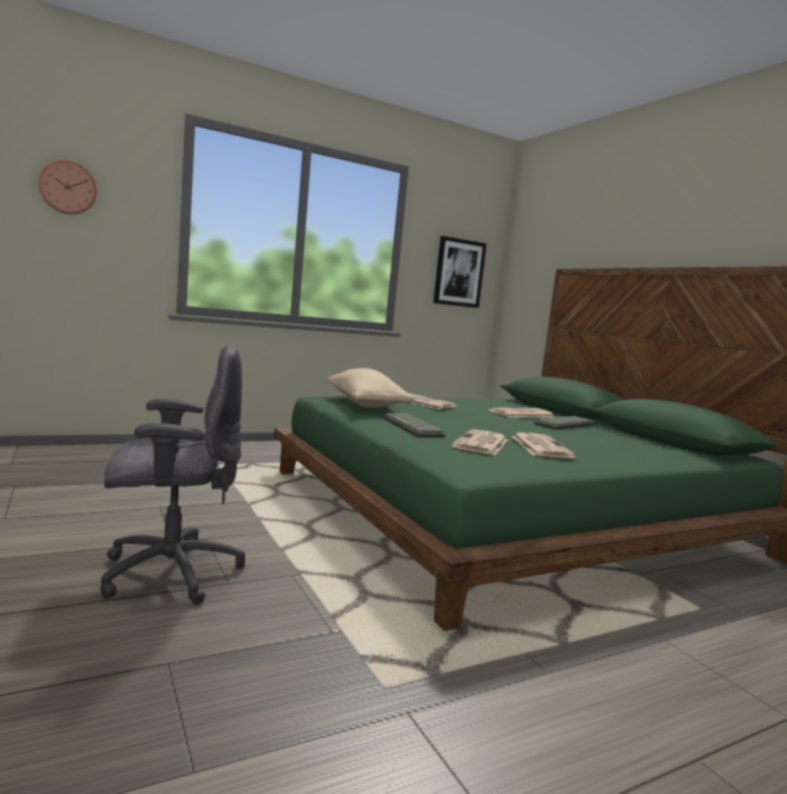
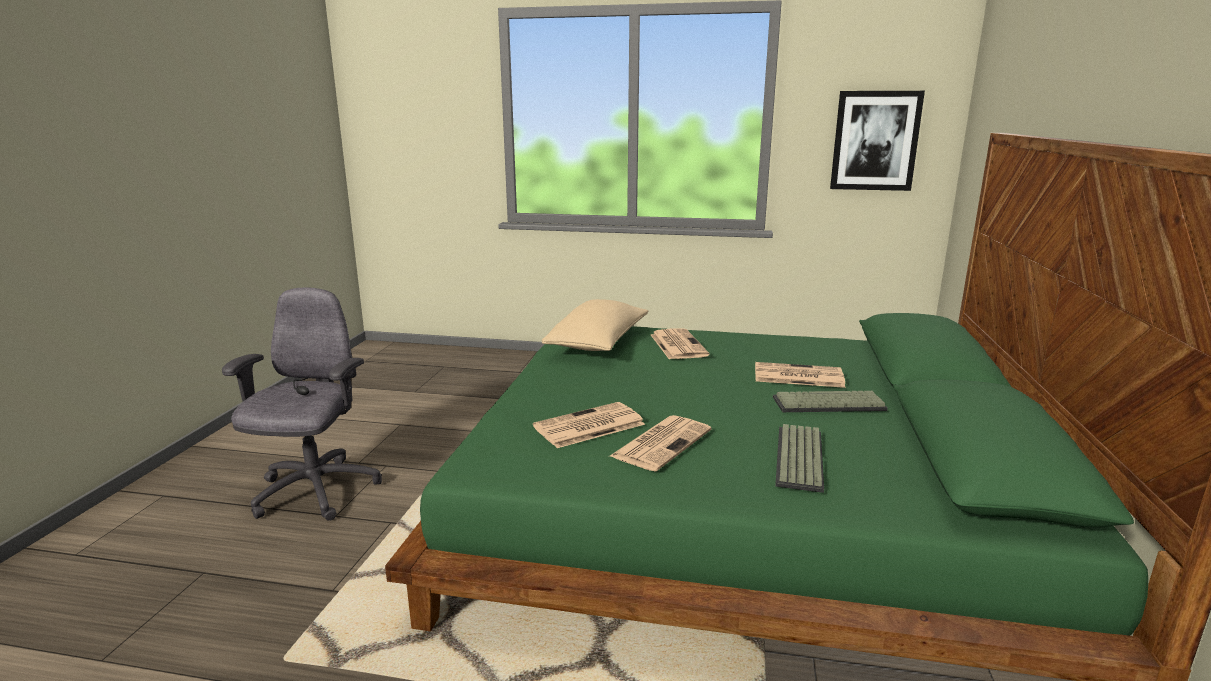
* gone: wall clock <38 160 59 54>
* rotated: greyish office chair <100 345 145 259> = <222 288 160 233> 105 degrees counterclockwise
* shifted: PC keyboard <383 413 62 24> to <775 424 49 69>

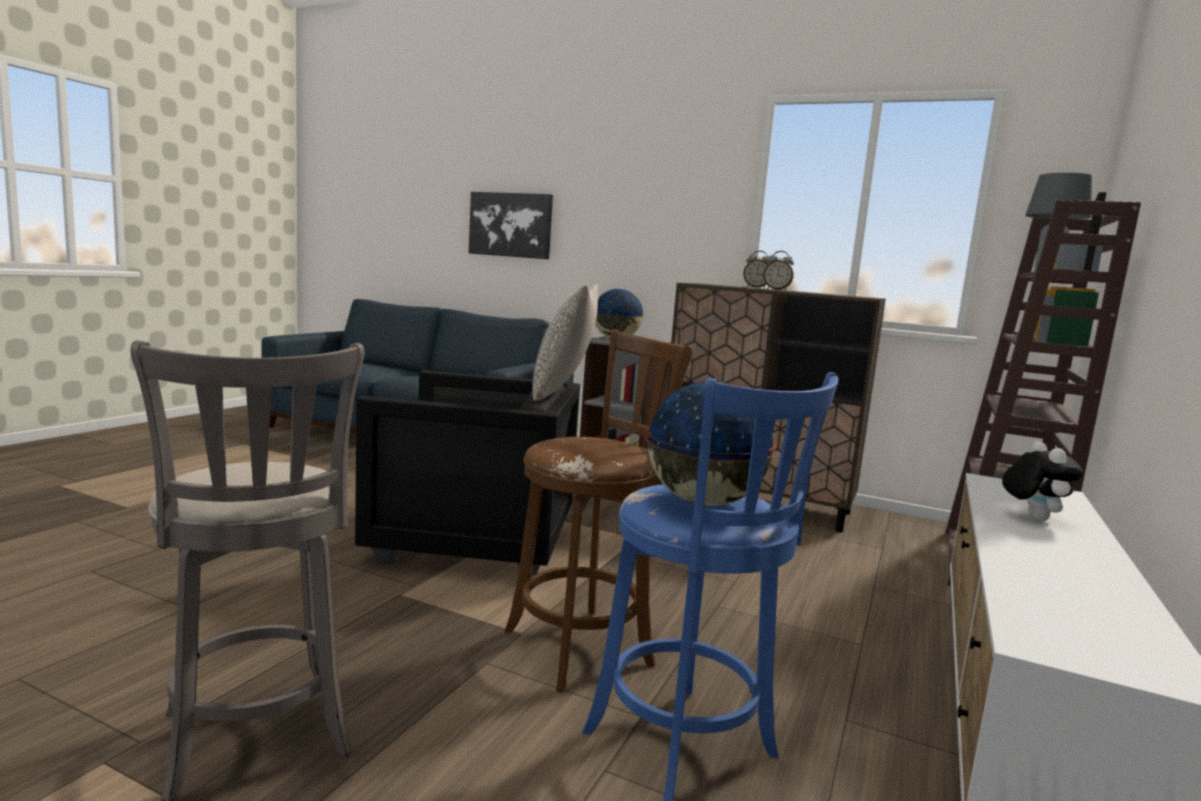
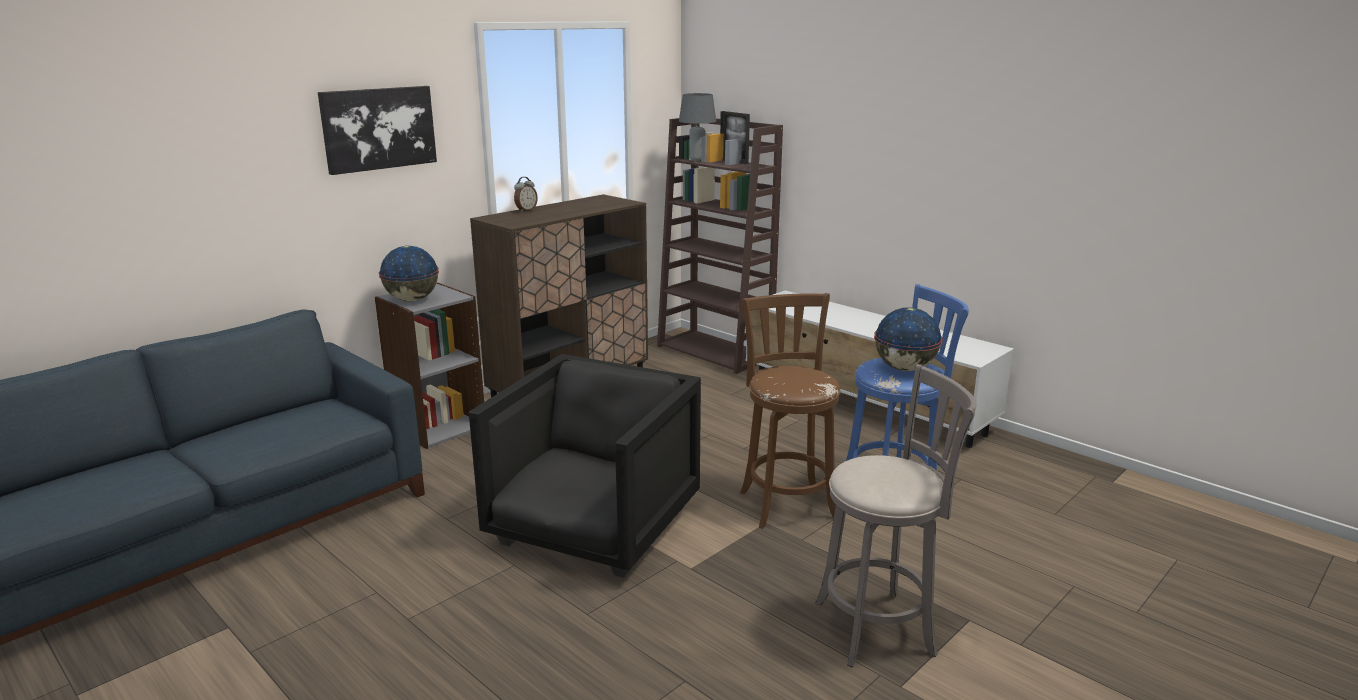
* shifted: picture <469 192 84 67> to <318 86 119 89>
* gone: greyish throw pillow <532 283 67 118>
* gone: alarm clock <763 251 31 40>
* gone: soft toy <1002 441 81 80>

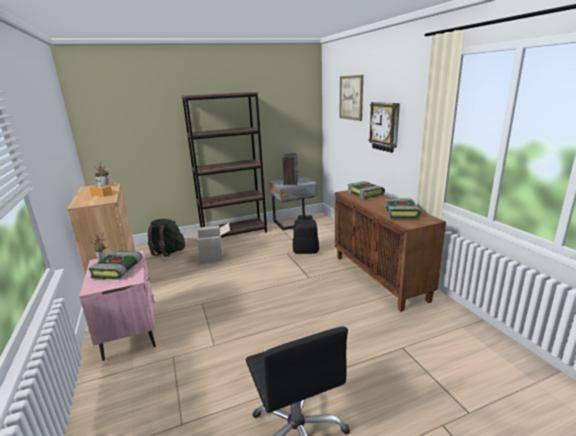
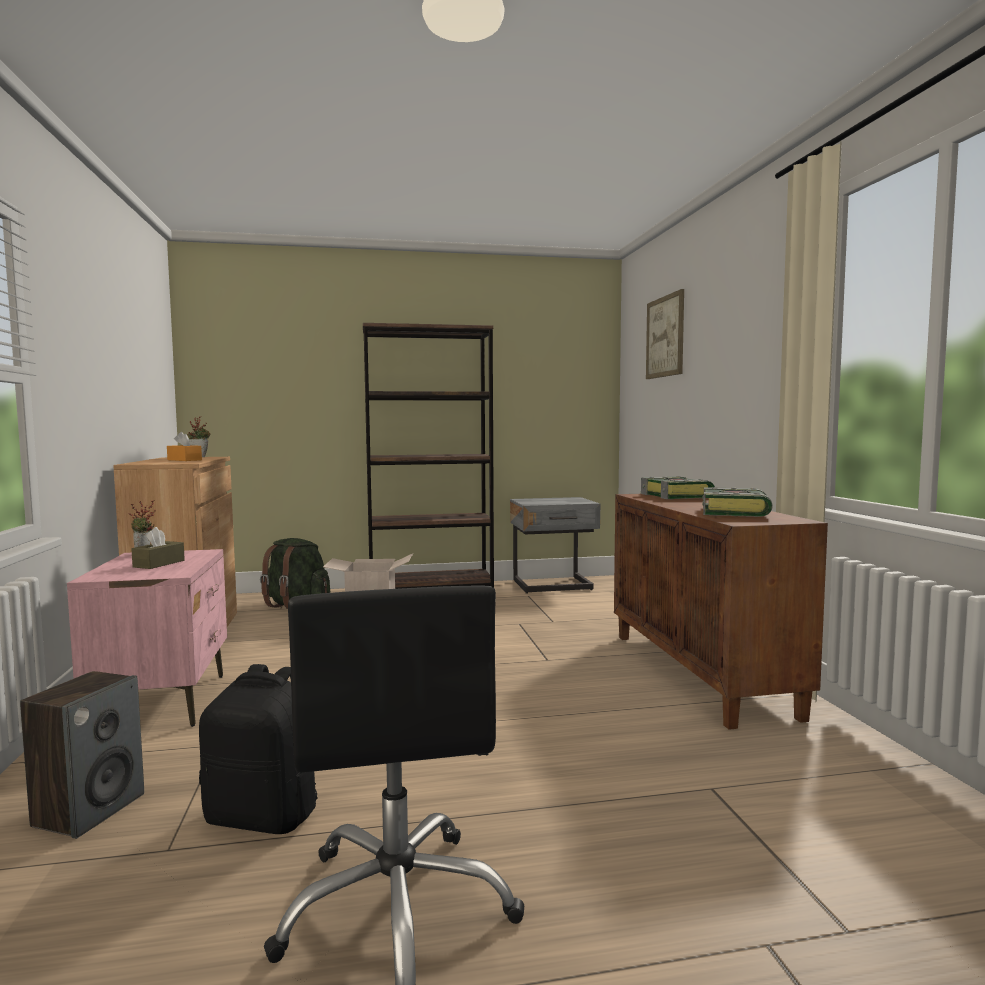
* swapped: bound book <89 251 54 29> to brown tissue holder <131 527 54 42>
* shifted: loudspeaker <282 153 16 32> to <20 671 124 168>
* shifted: blackish knapsack <293 215 26 39> to <199 664 119 170>
* gone: wall clock <369 102 31 51>

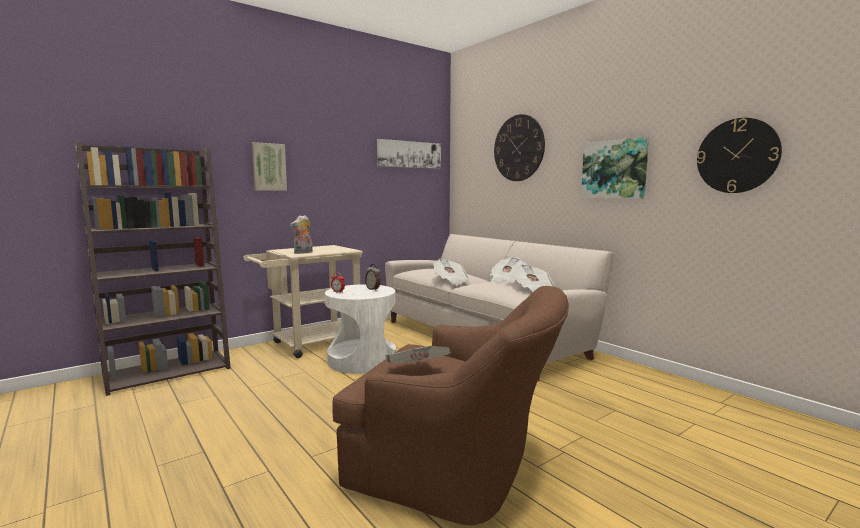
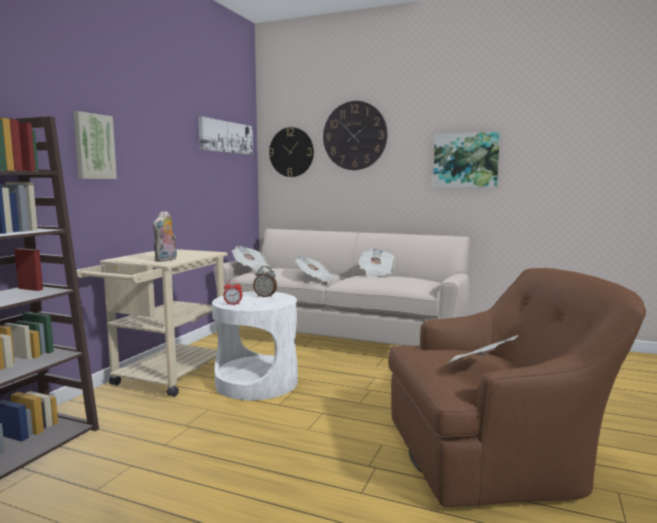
* shifted: daily paper <514 264 40 28> to <232 246 38 25>
* shifted: wall clock <697 118 85 75> to <269 127 45 50>

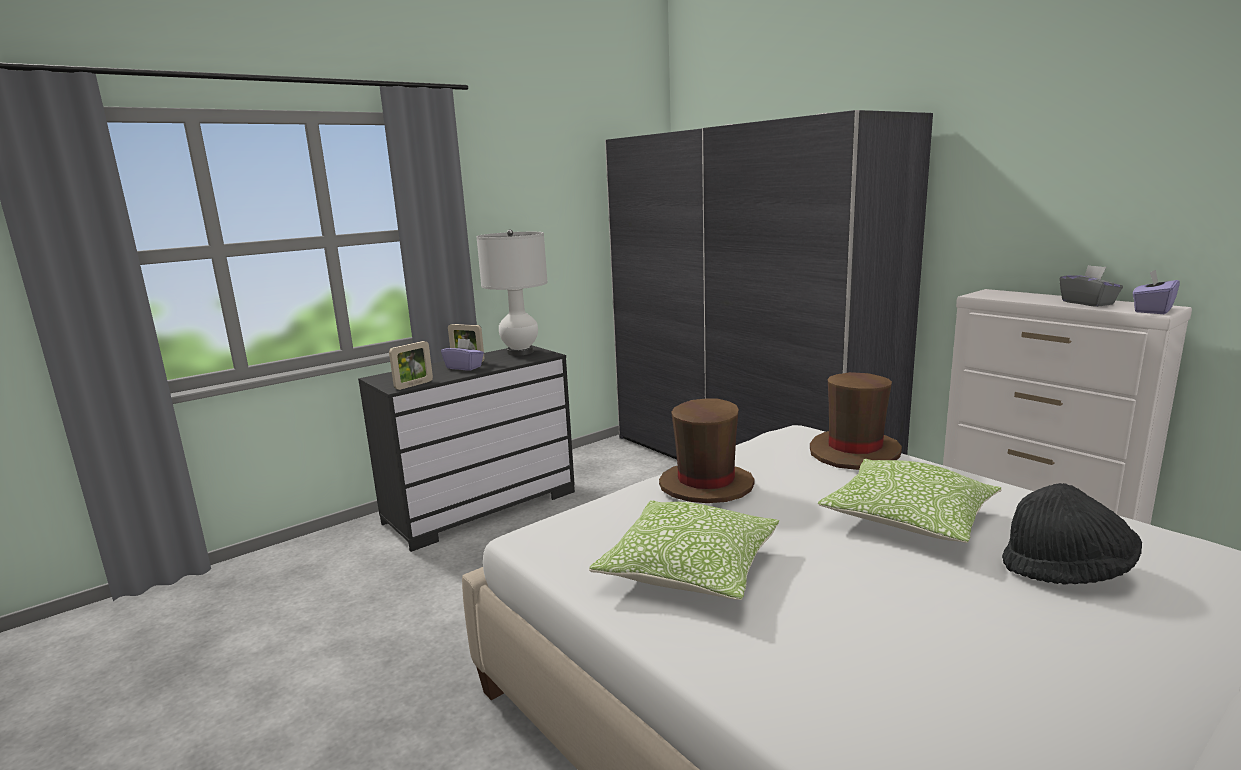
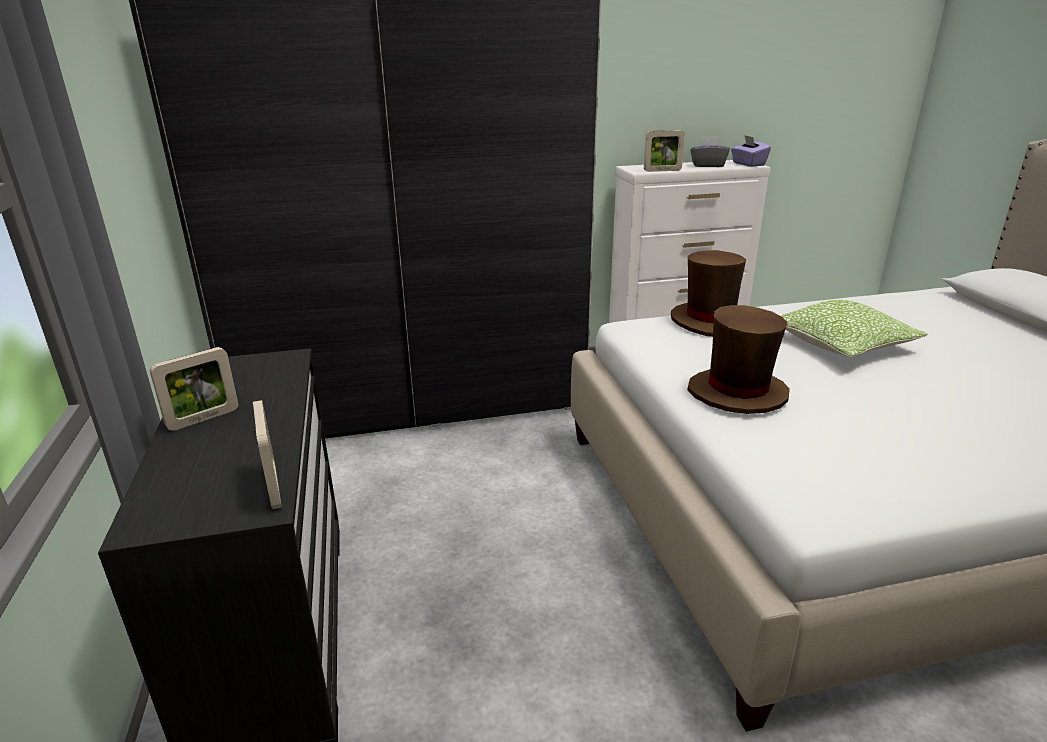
* gone: purple-coloured tissue holder <441 338 43 33>
* gone: white table lamp <476 229 72 127>
* gone: throw pillow <589 500 190 100>
* gone: blackish clothing hat <1002 483 140 102>
* new: picture frame <644 130 41 42>

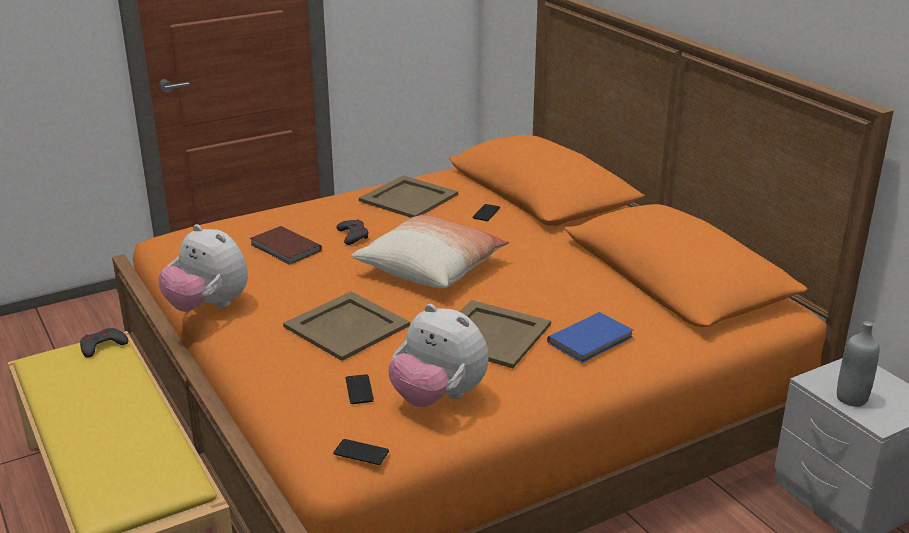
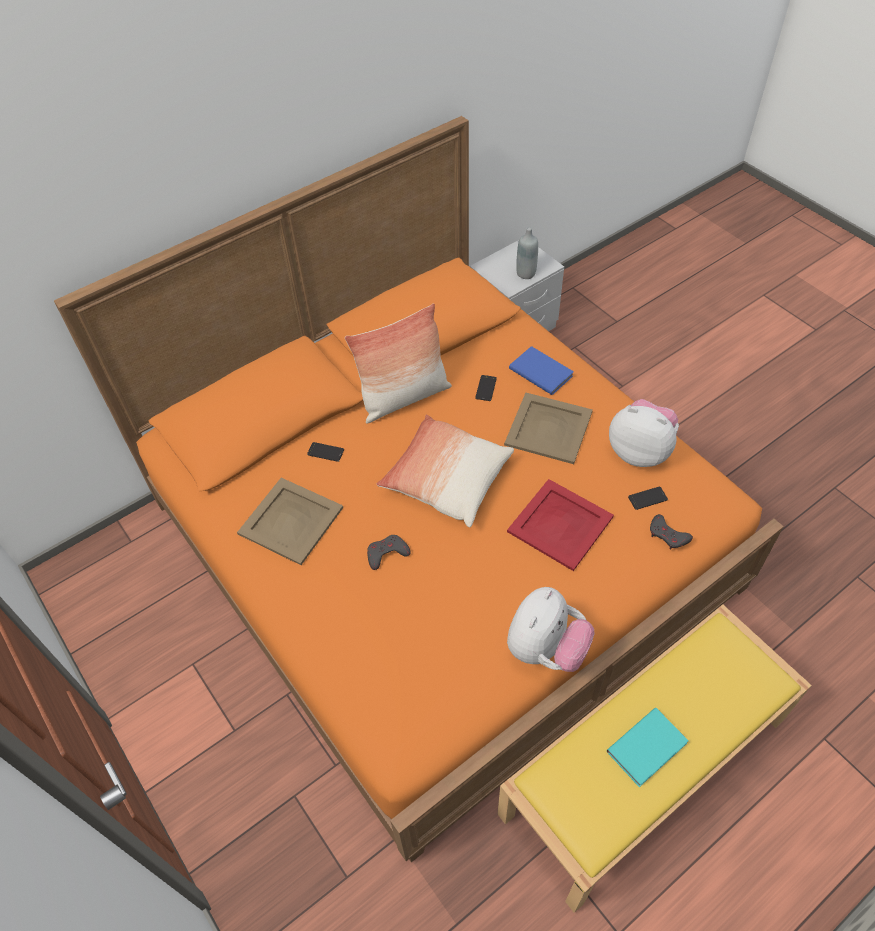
* shifted: greyish gamepad <80 328 48 30> to <650 514 43 36>
* gone: brown bound book <250 226 72 39>
* repainted: beige serving tray <283 292 127 69> to reddish serving tray <507 479 107 92>
* shifted: handset <333 439 56 26> to <475 375 22 26>
* rotated: soft toy <388 304 100 103> = <609 399 70 68> 90 degrees counterclockwise
* new: throw pillow <345 303 107 121>
* new: turquoise bound book <607 708 82 79>

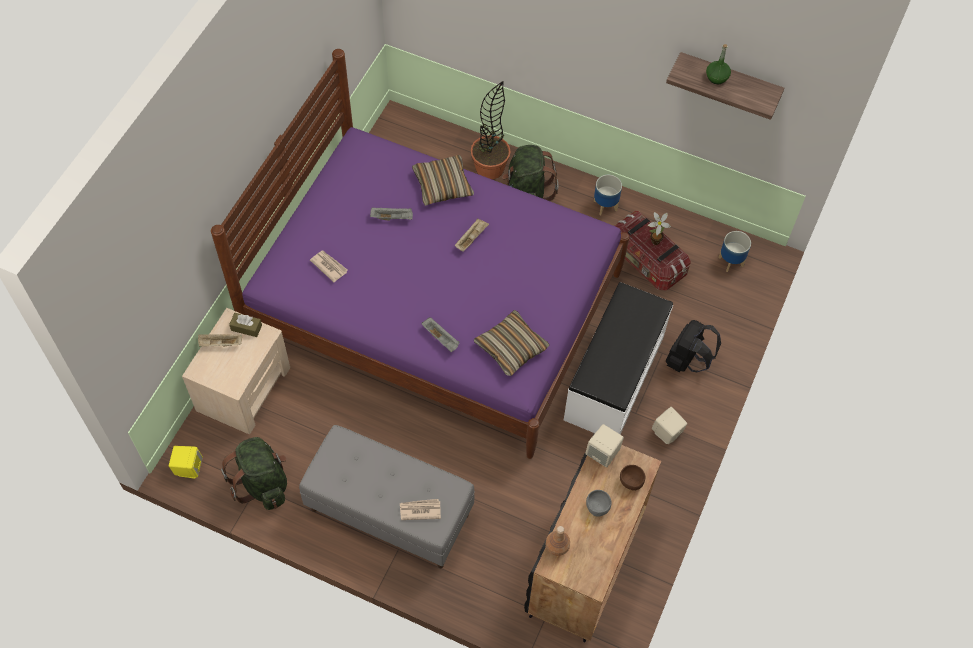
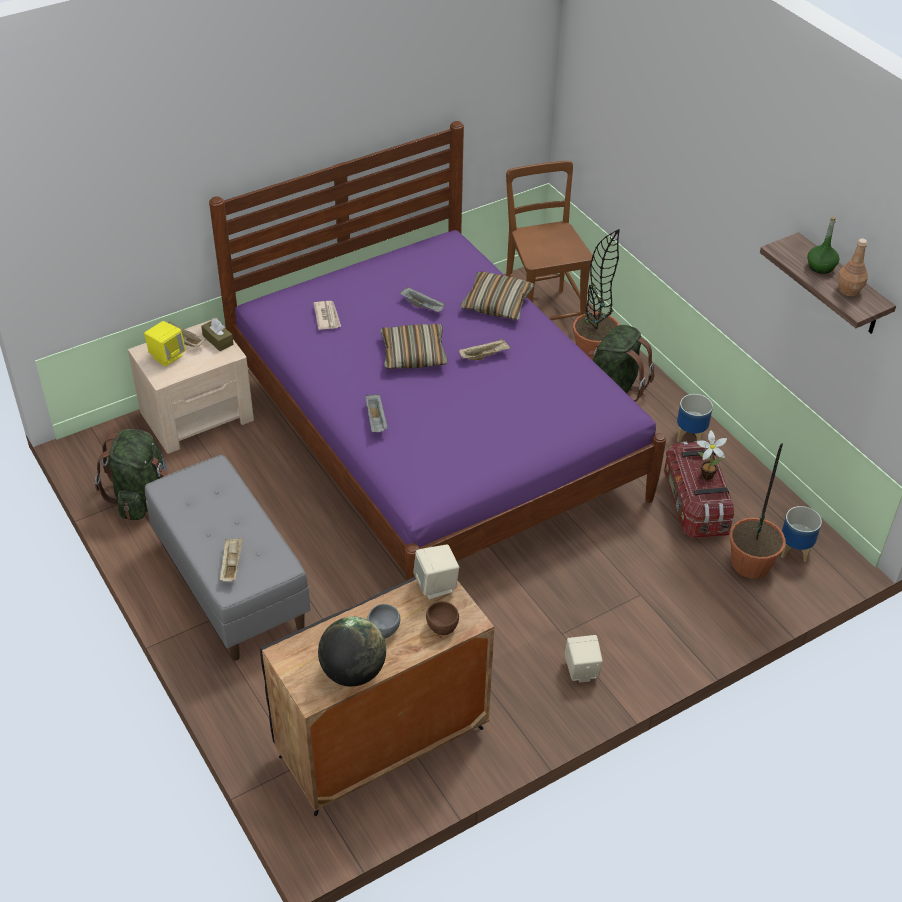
* shifted: yellowish loudspeaker <169 446 34 33> to <144 321 42 46>
* swapped: daily paper <400 499 41 21> to beige serving tray <220 538 23 44>
* shifted: throw pillow <474 310 76 66> to <380 324 68 45>
* shifted: brown bottle <546 526 24 30> to <838 239 30 57>
* gone: white indoor bench <564 282 109 152>
* gone: blackish knapsack <666 320 55 52>
* new: globe <318 616 68 70>
* new: brown upright chair <506 161 88 159>
* new: potted plant <730 443 56 136>

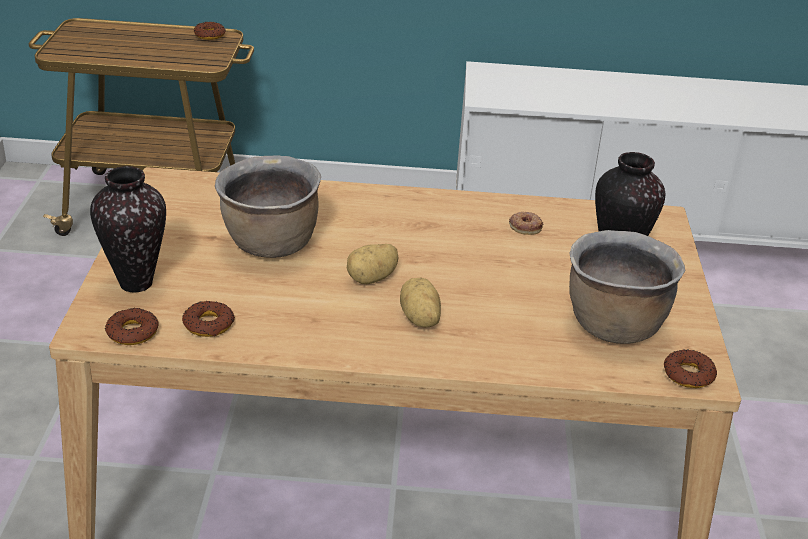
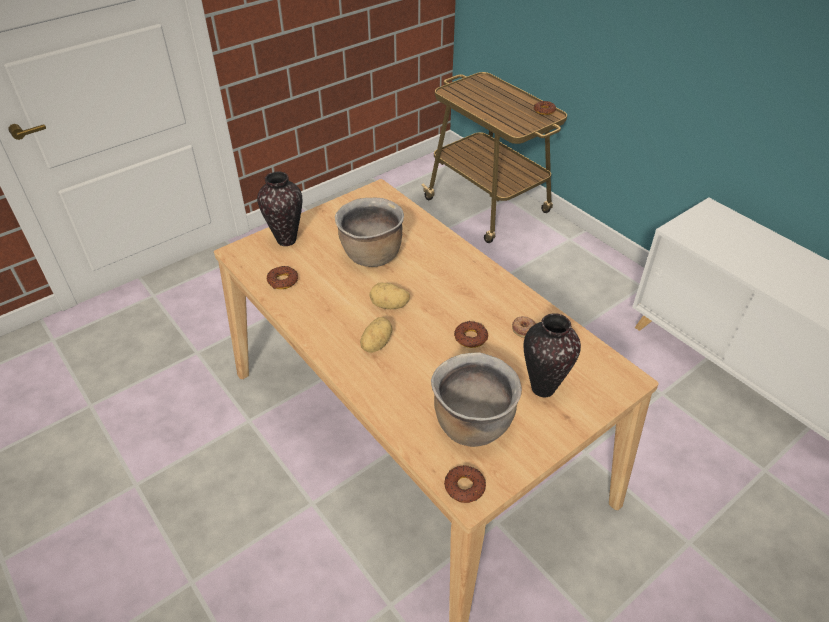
* shifted: doughnut <105 308 54 37> to <454 321 34 27>

